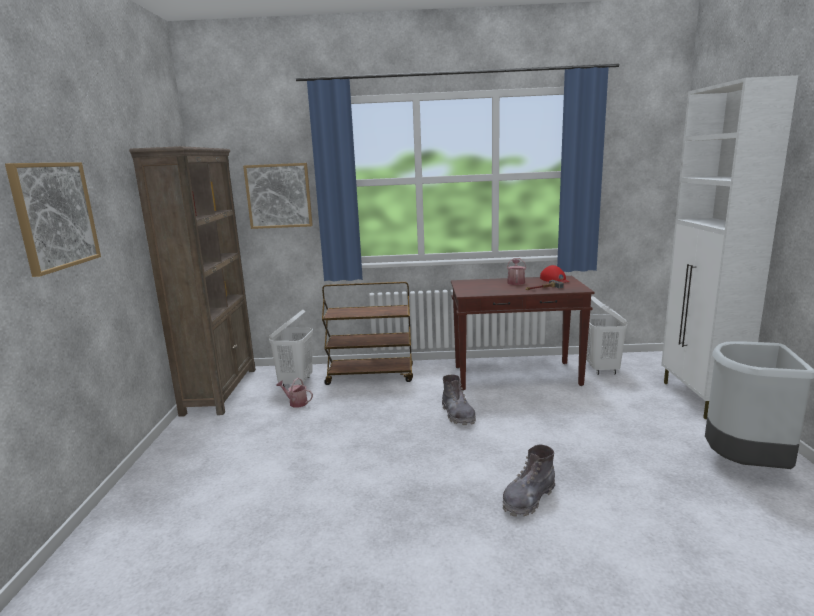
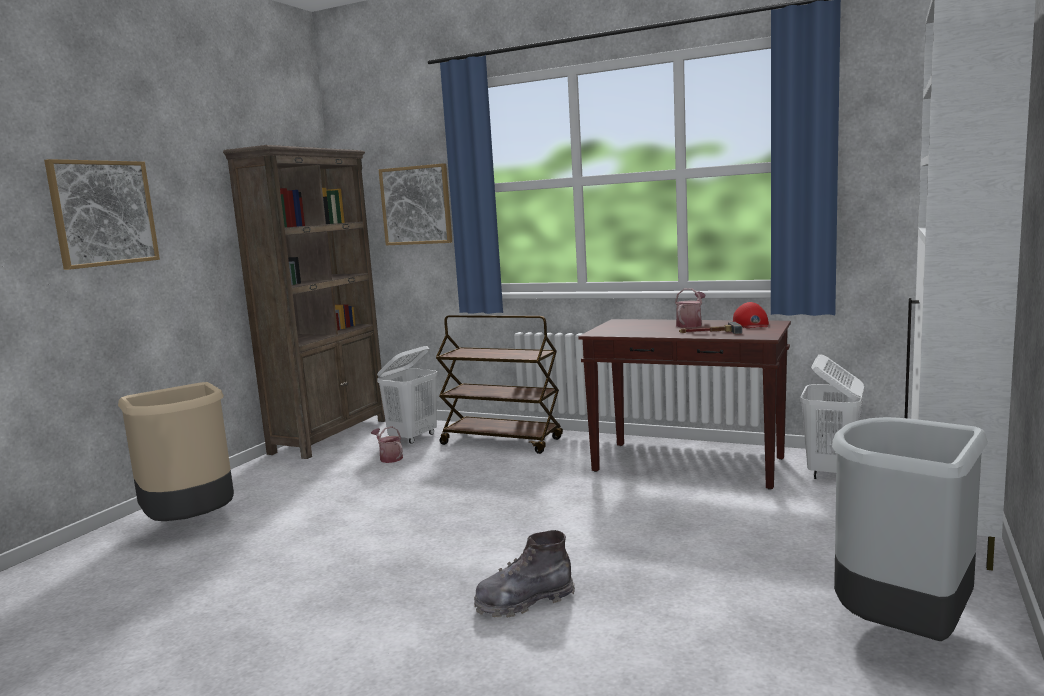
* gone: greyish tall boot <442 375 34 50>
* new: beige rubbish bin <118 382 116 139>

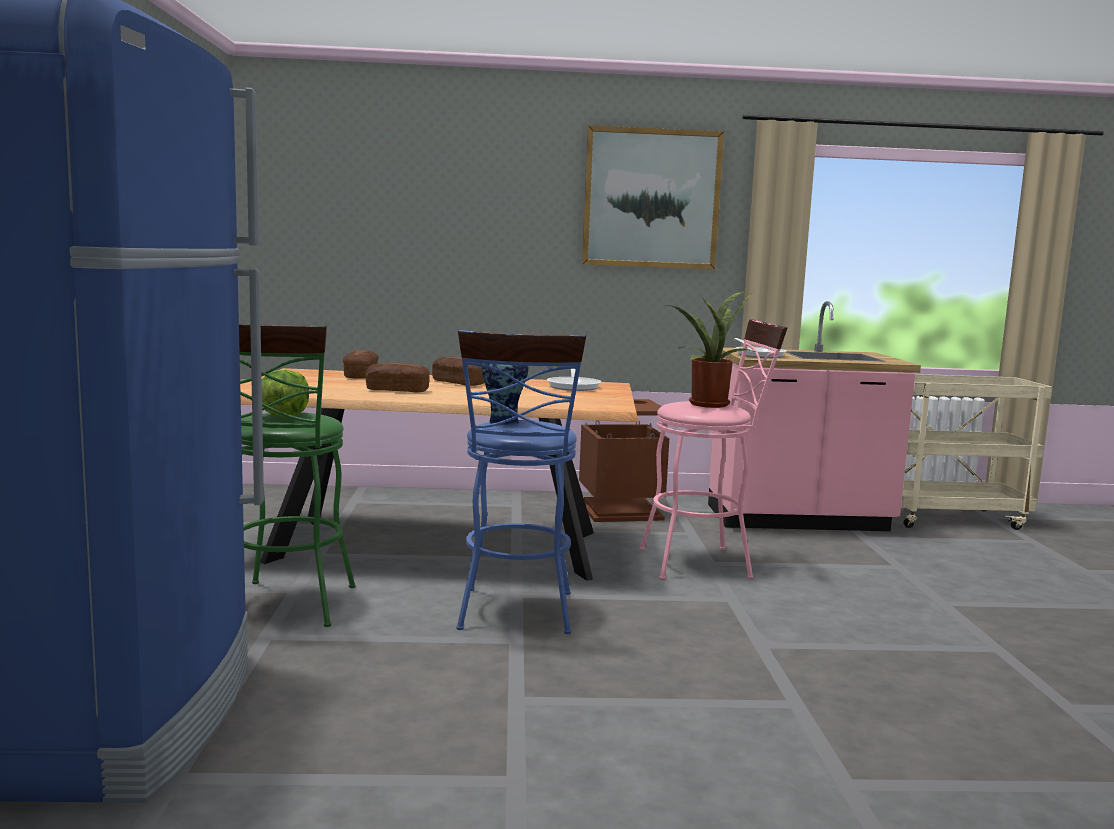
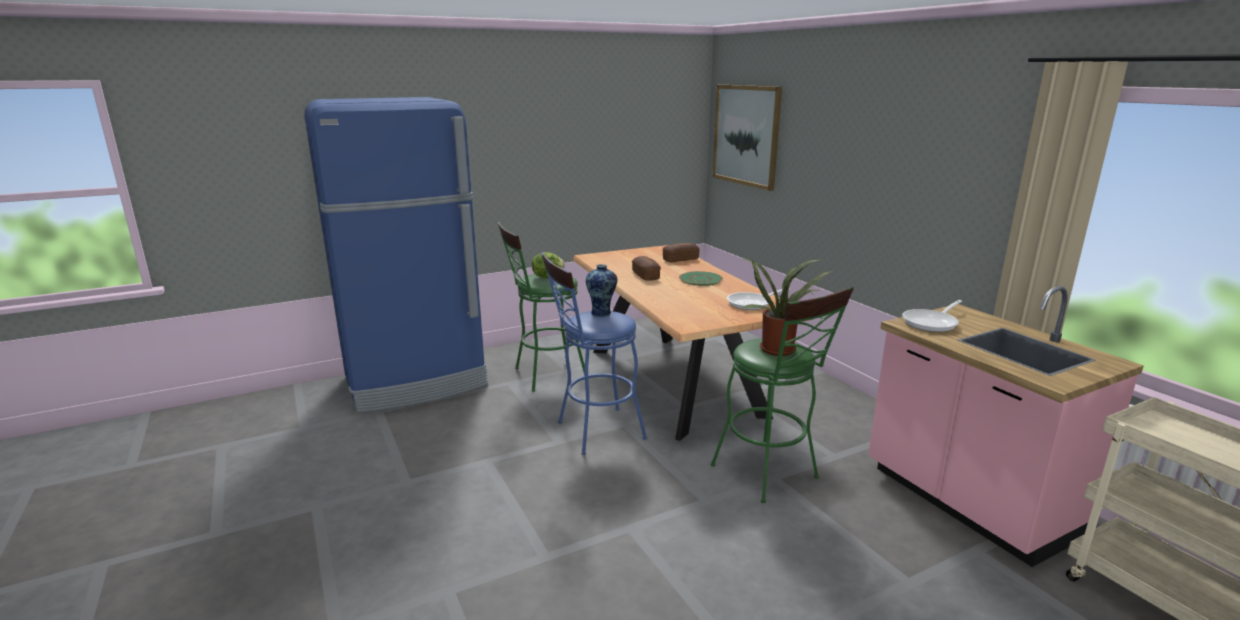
* swapped: baked bread <432 357 52 29> to green-coloured flat dish <679 271 44 15>
* gone: brown rubbish bin <579 399 90 123>
* shifted: picture <582 125 142 144> to <713 85 69 106>
* repainted: pink-coloured stool seat <639 319 148 261> to green-coloured stool seat <711 286 143 217>

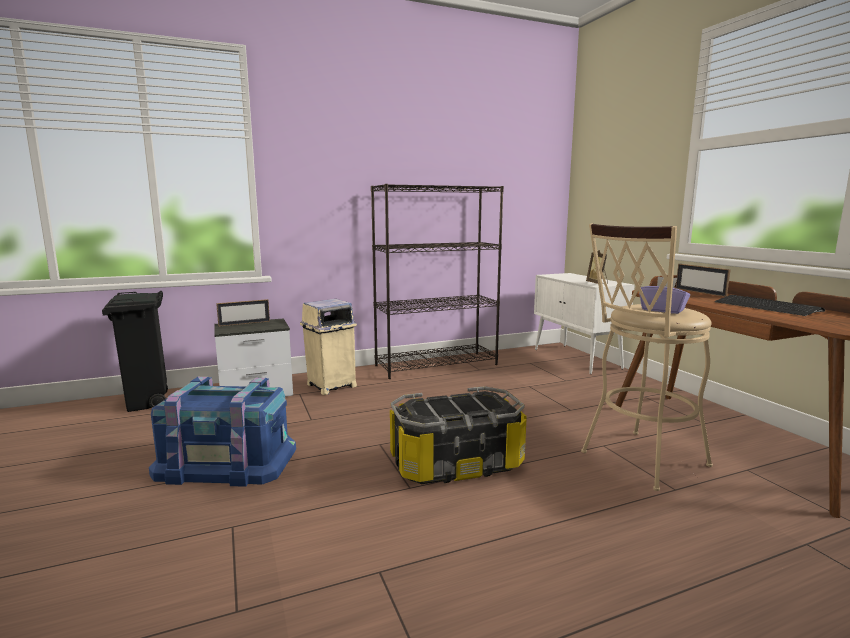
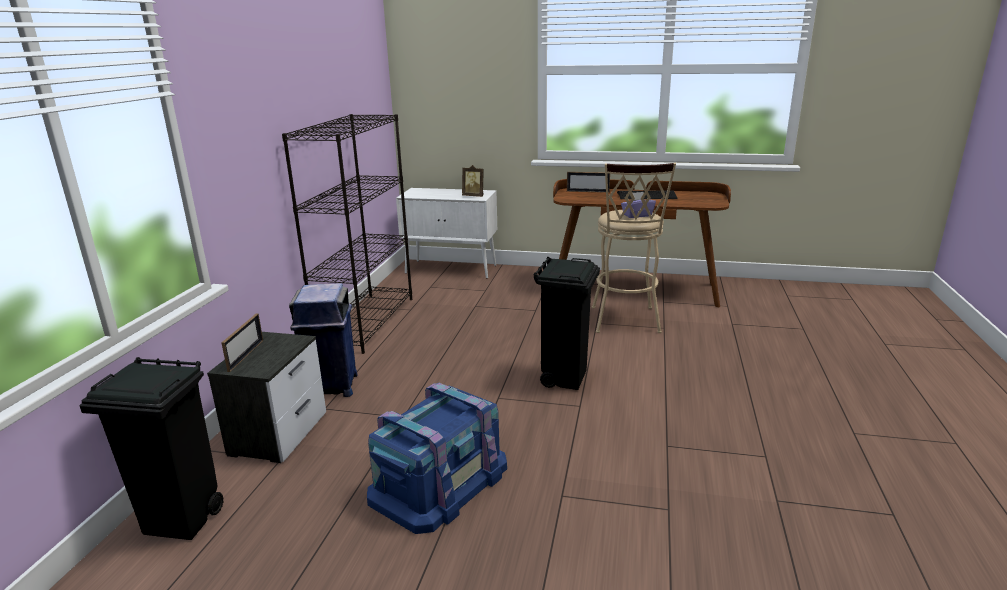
* repainted: beige rubbish bin <300 299 57 96> to blue-coloured rubbish bin <289 283 69 114>
* swapped: storage container <390 386 137 98> to blackish rubbish bin <533 257 67 133>

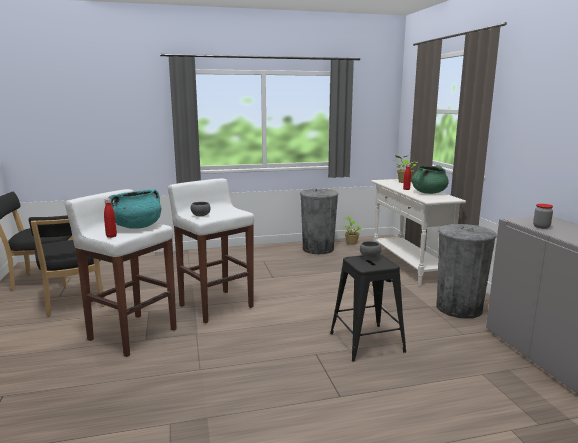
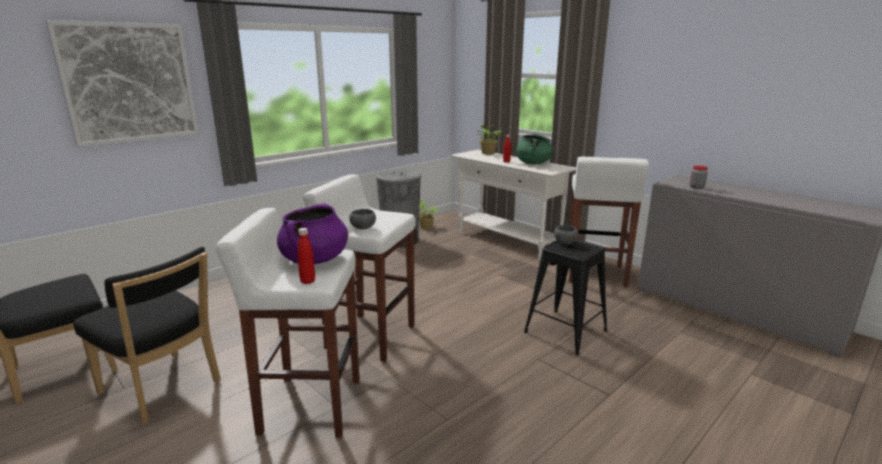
* repainted: turquoise saucepot <108 189 53 40> to purple-coloured saucepot <277 203 71 61>
* swapped: greyish rubbish bin <436 224 61 95> to white stool seat <569 157 80 130>
* new: picture <45 20 154 127>

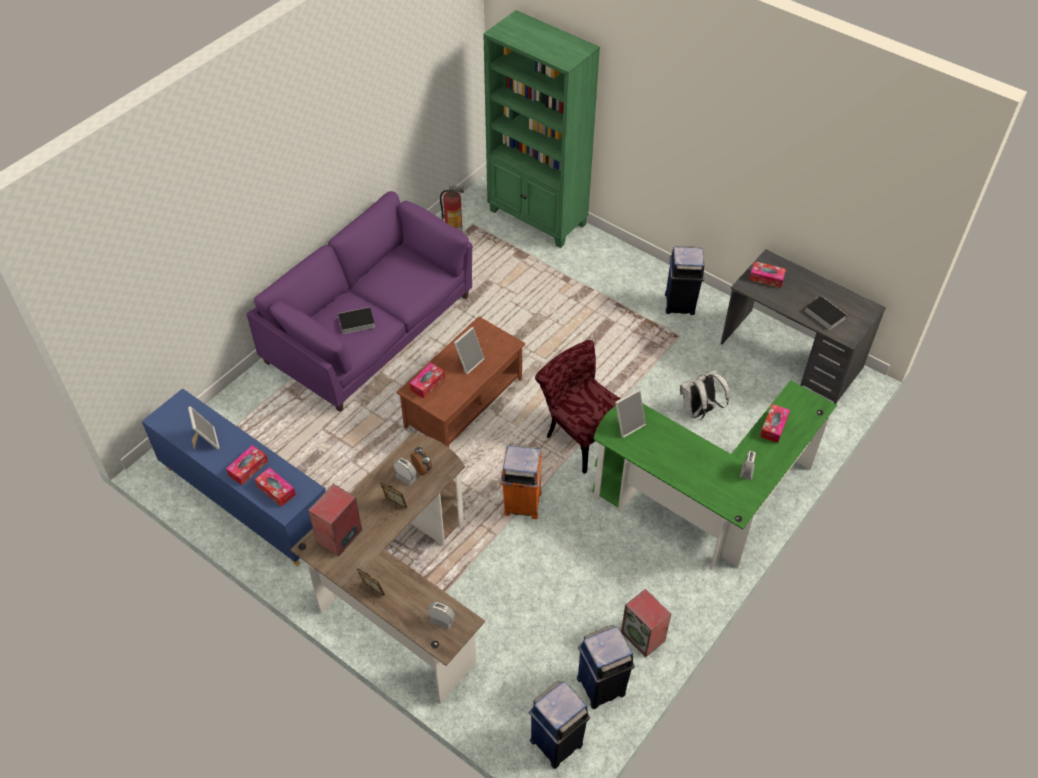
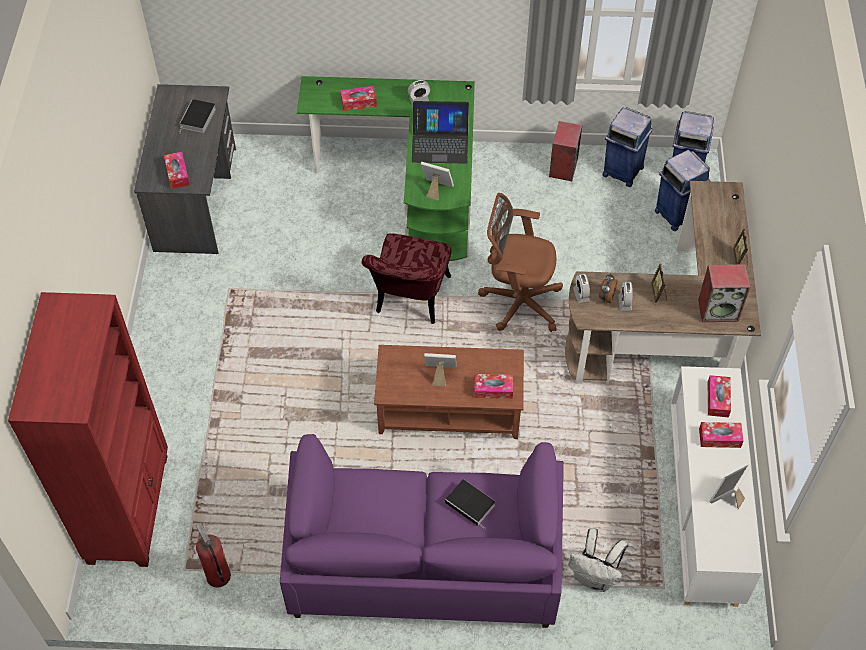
* repainted: blue-coloured cupboard <142 388 184 179> to white cupboard <671 366 91 241>
* shifted: alarm clock <428 602 27 27> to <573 273 17 30>
* repainted: green-coloured bookshelf <483 10 117 238> to reddish bookshelf <8 292 160 275>
* swapped: orange rubbish bin <500 444 43 75> to brown office chair <478 193 85 139>
* shifted: blue-coloured rubbish bin <665 246 39 69> to <655 150 55 81>
* shifted: white knapsack <680 369 49 50> to <568 528 60 64>
* new: notebook computer <412 101 57 63>

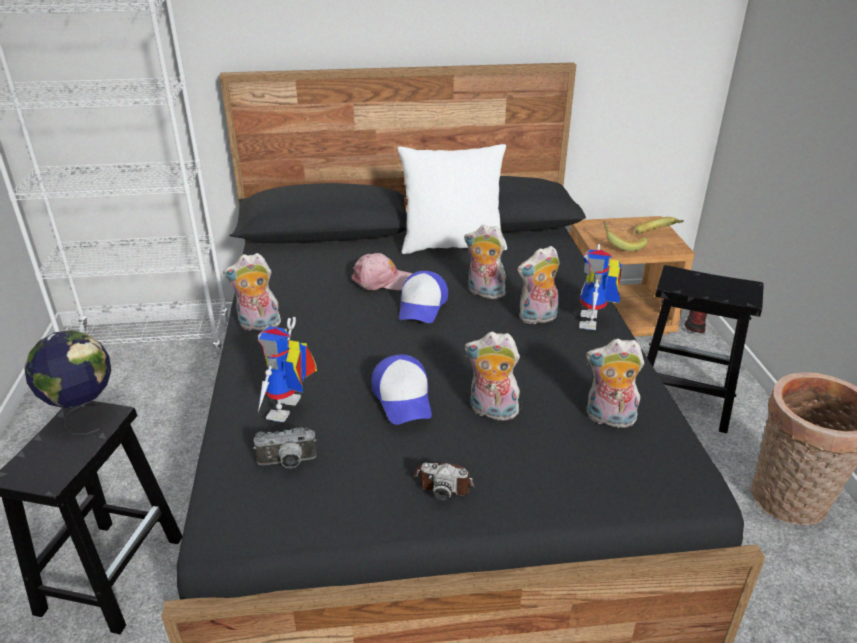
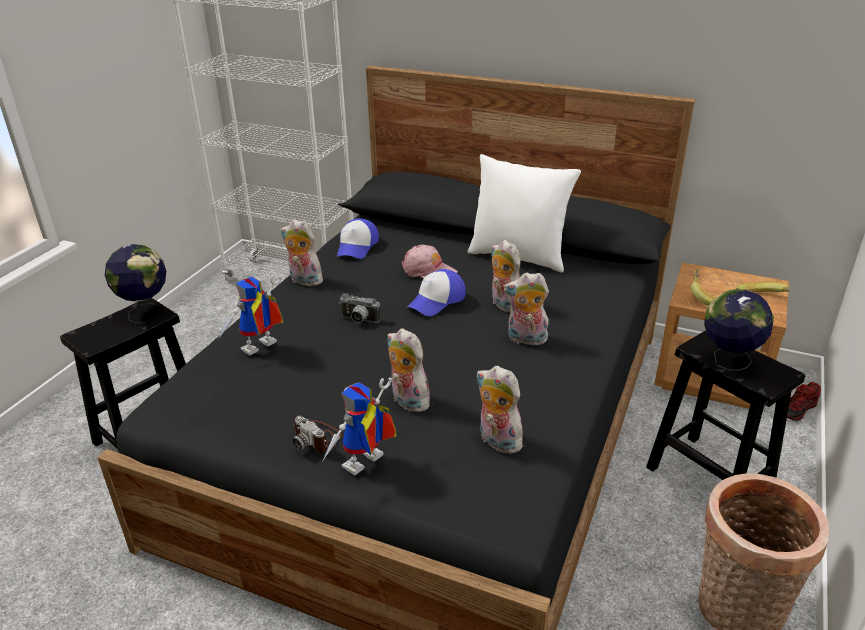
* shifted: photo camera <253 427 64 41> to <339 293 41 30>
* shifted: peaked cap <371 355 61 70> to <337 218 42 41>
* shifted: model robot <579 244 43 86> to <323 377 74 99>
* new: globe <704 289 70 82>

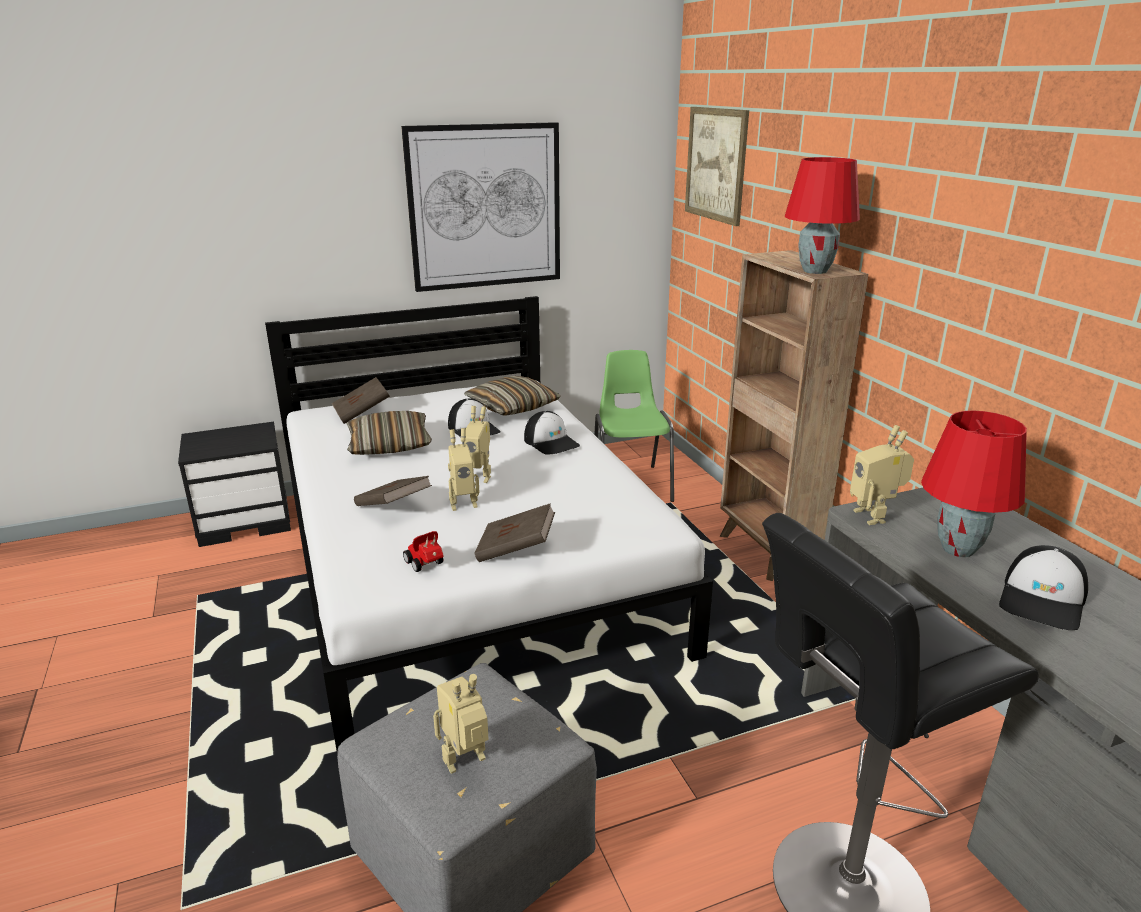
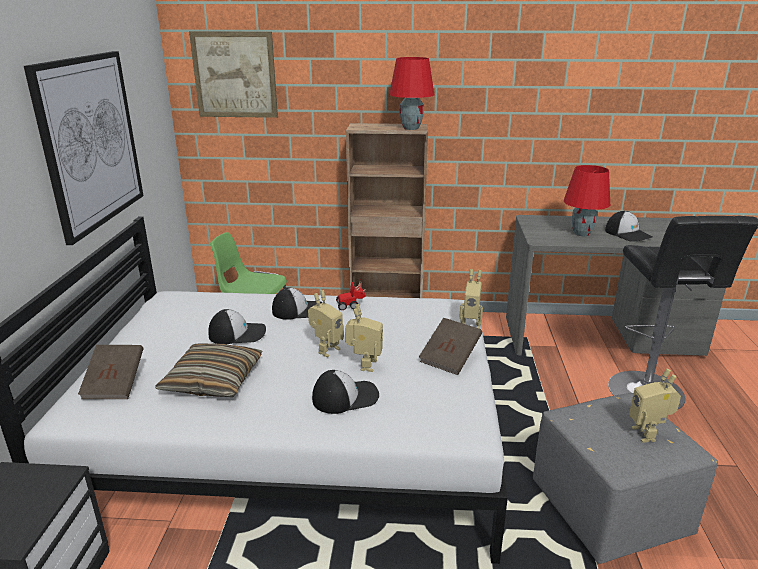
* swapped: brown bound book <354 476 78 30> to peaked cap <312 370 67 44>
* shifted: toy car <403 531 41 41> to <336 280 30 30>
* gone: throw pillow <464 376 97 40>
* shifted: model robot <850 425 64 100> to <459 269 24 60>

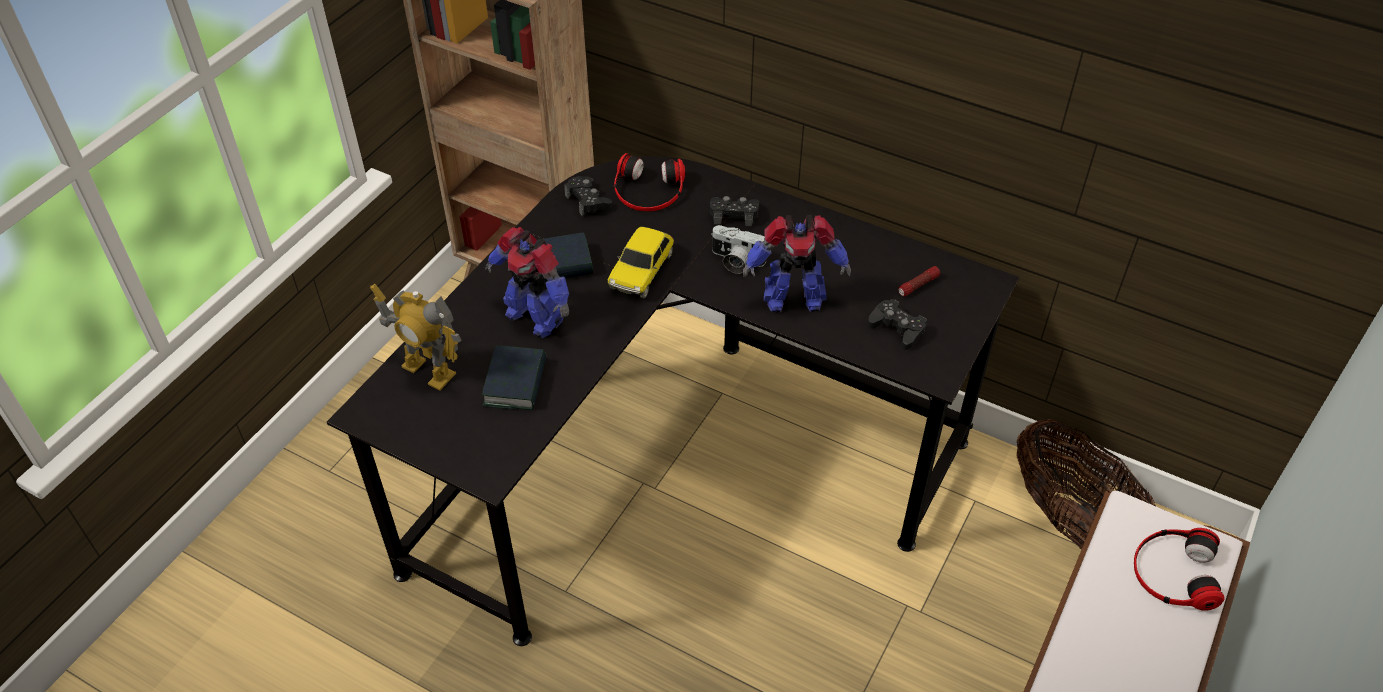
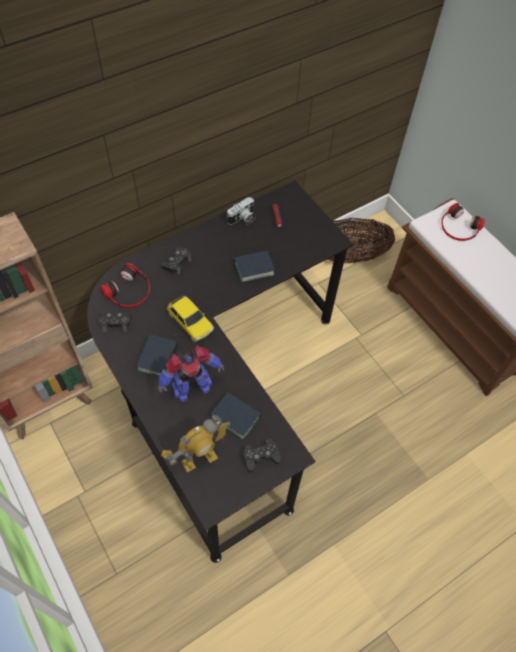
* shifted: photo camera <711 225 55 49> to <227 197 29 28>
* swapped: model robot <743 215 108 98> to bound book <234 251 41 32>
* shifted: blackish gamepad <868 299 59 51> to <244 439 37 34>

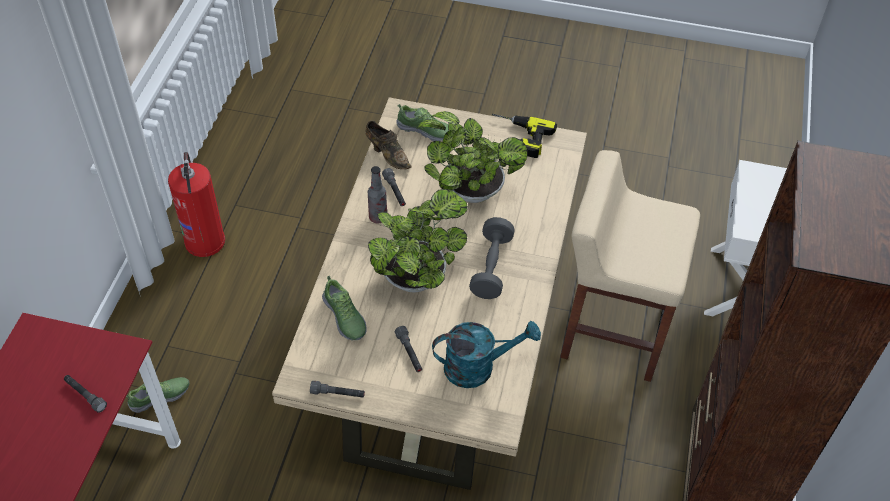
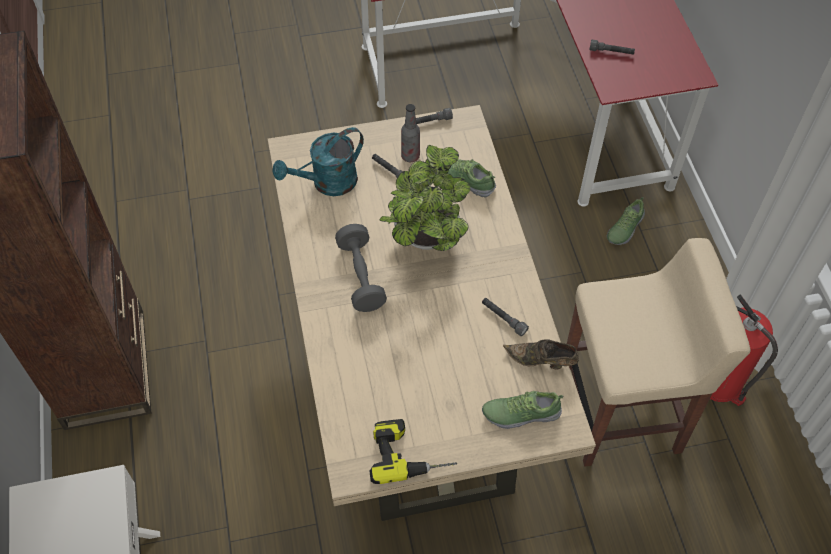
* shifted: bottle <368 166 19 57> to <401 104 19 58>
* gone: potted plant <417 111 110 92>
* shifted: beige stool seat <560 150 140 232> to <567 238 184 229>

